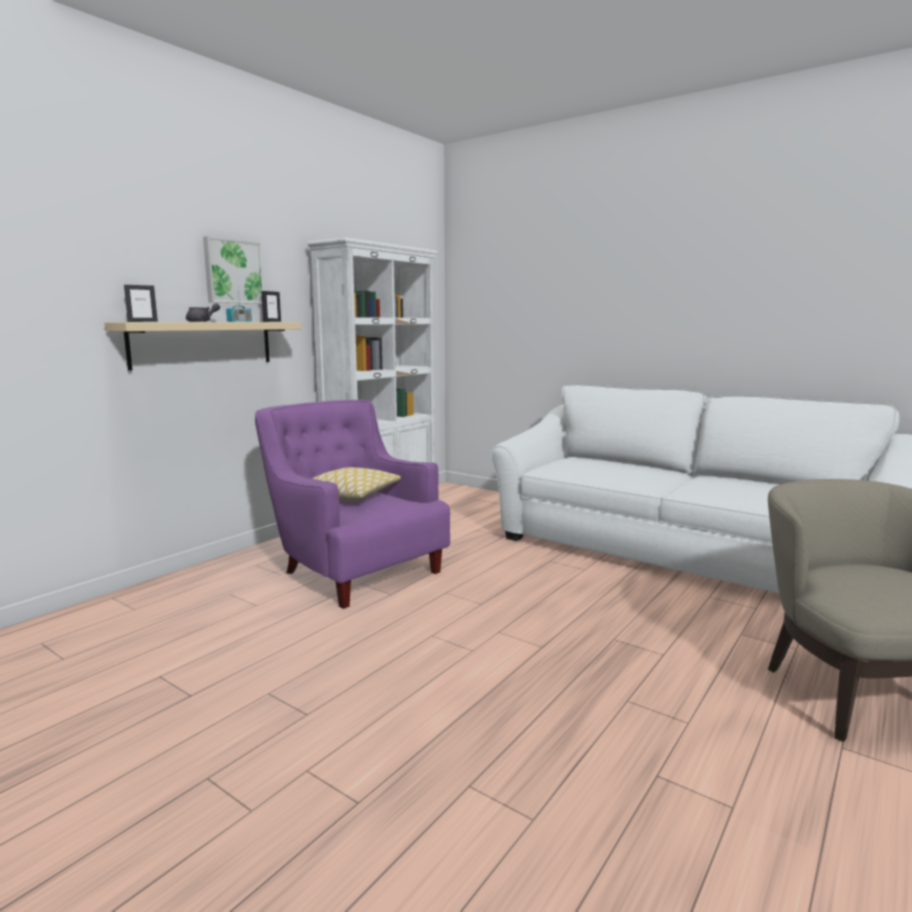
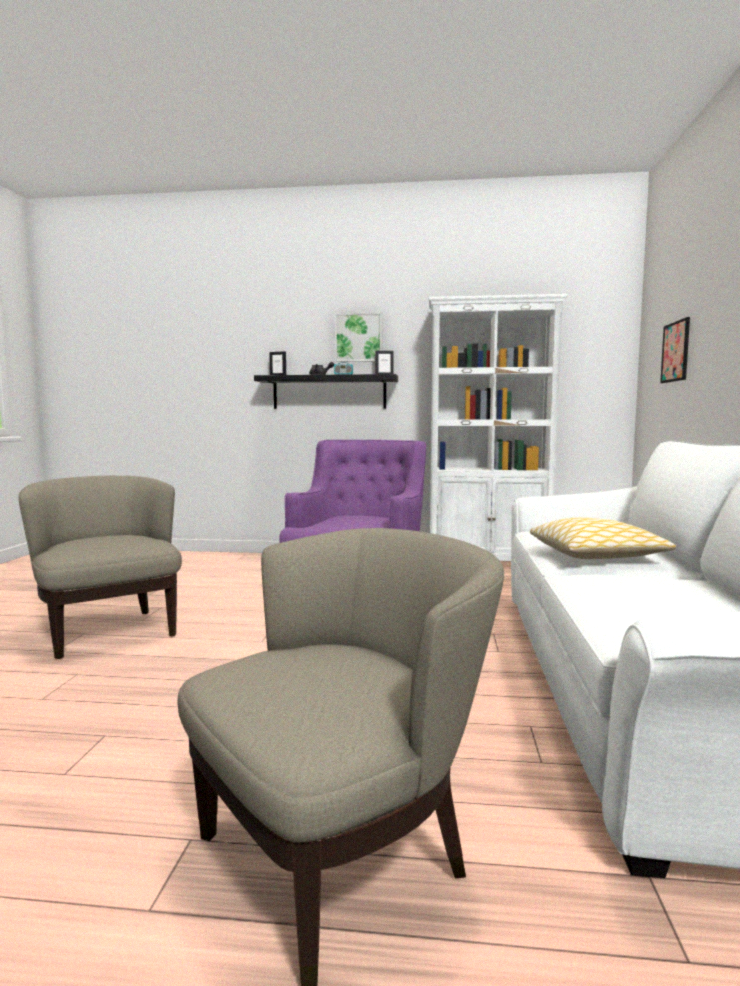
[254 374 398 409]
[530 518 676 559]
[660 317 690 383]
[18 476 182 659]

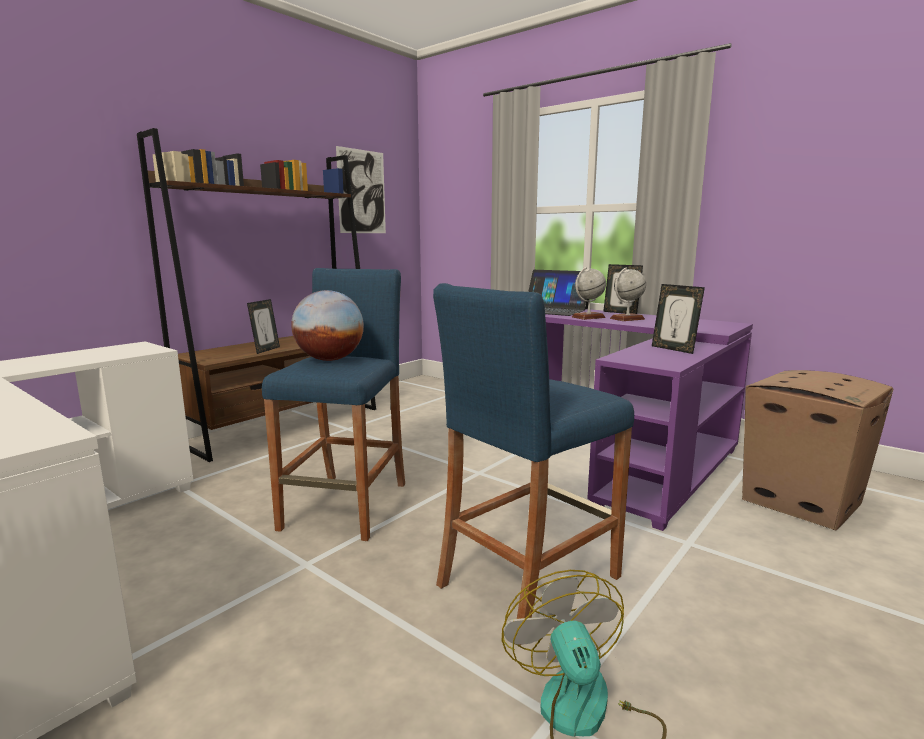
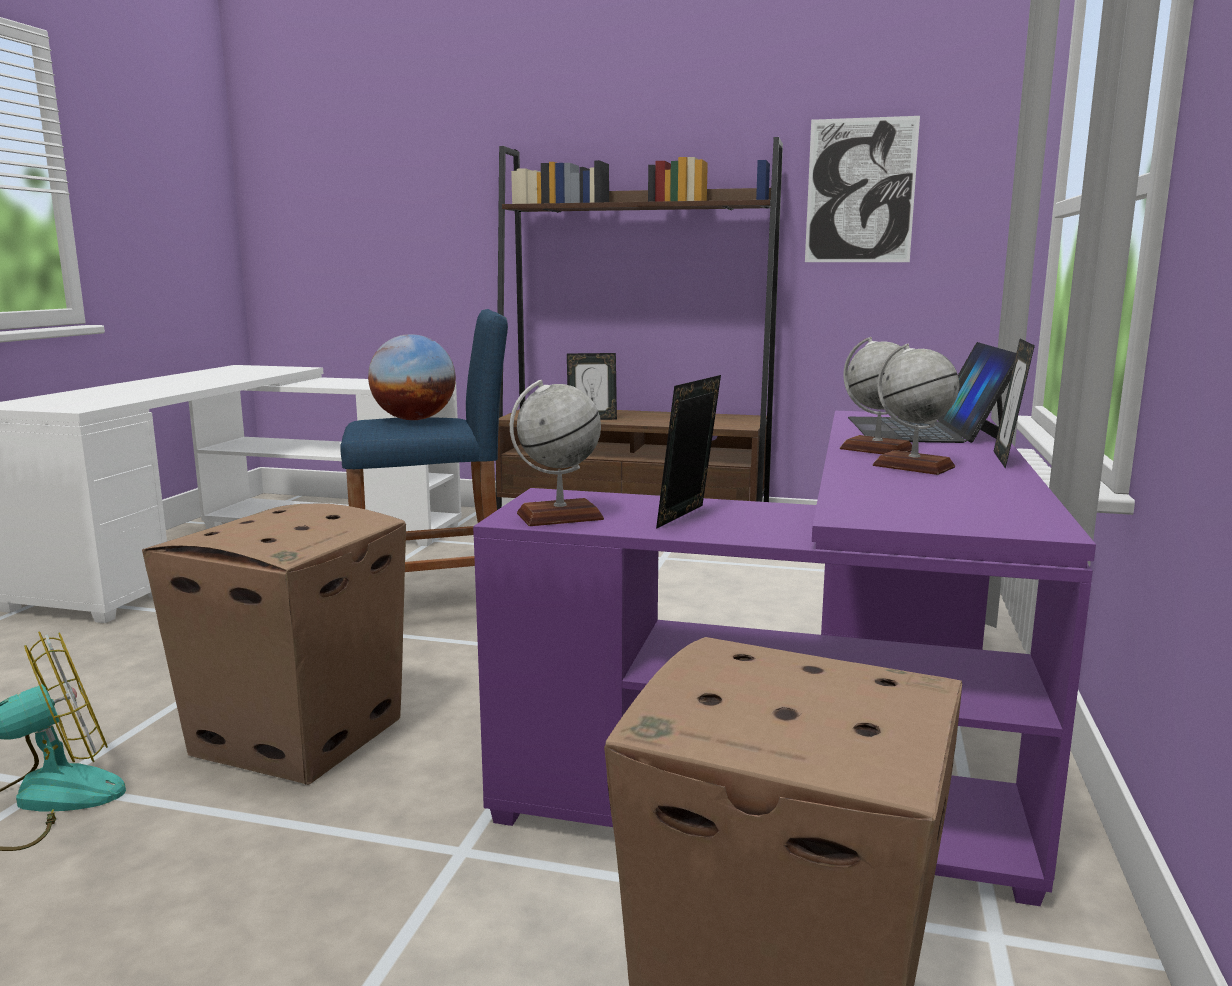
[142 504 406 785]
[510 380 604 526]

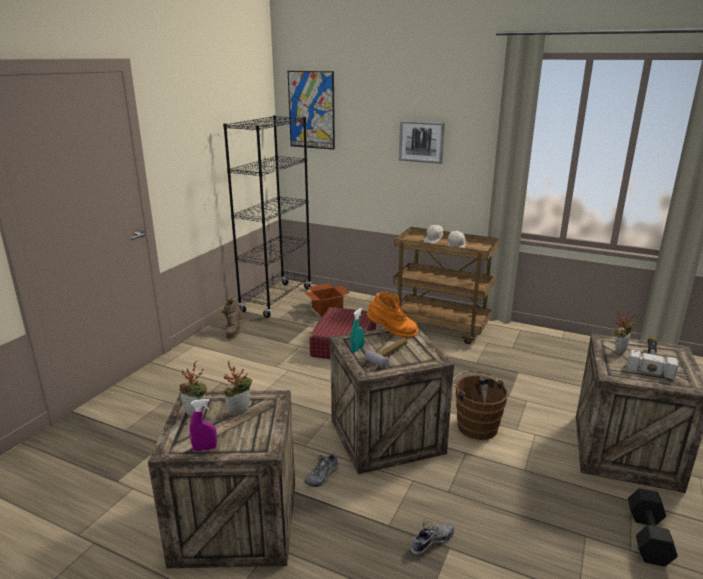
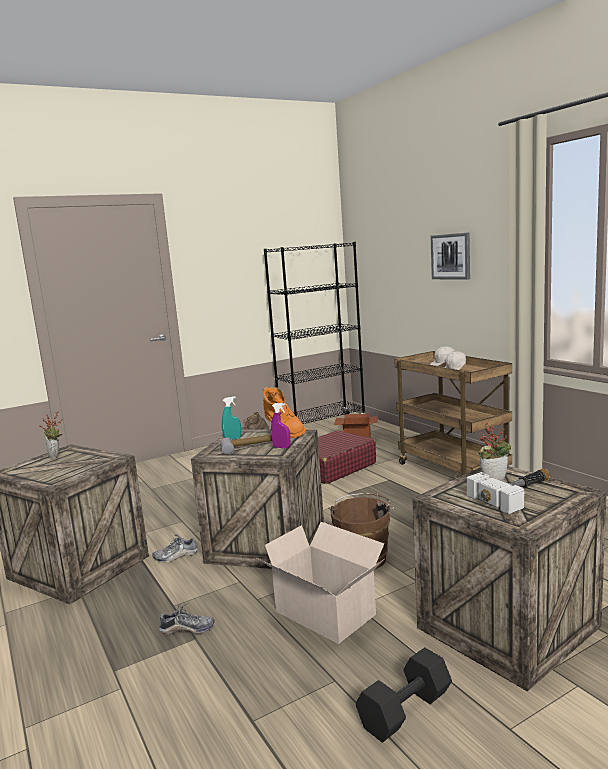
[288 71 335 150] (first image)
[223 361 252 416] (first image)
[271 403 290 448]
[256 522 384 644]

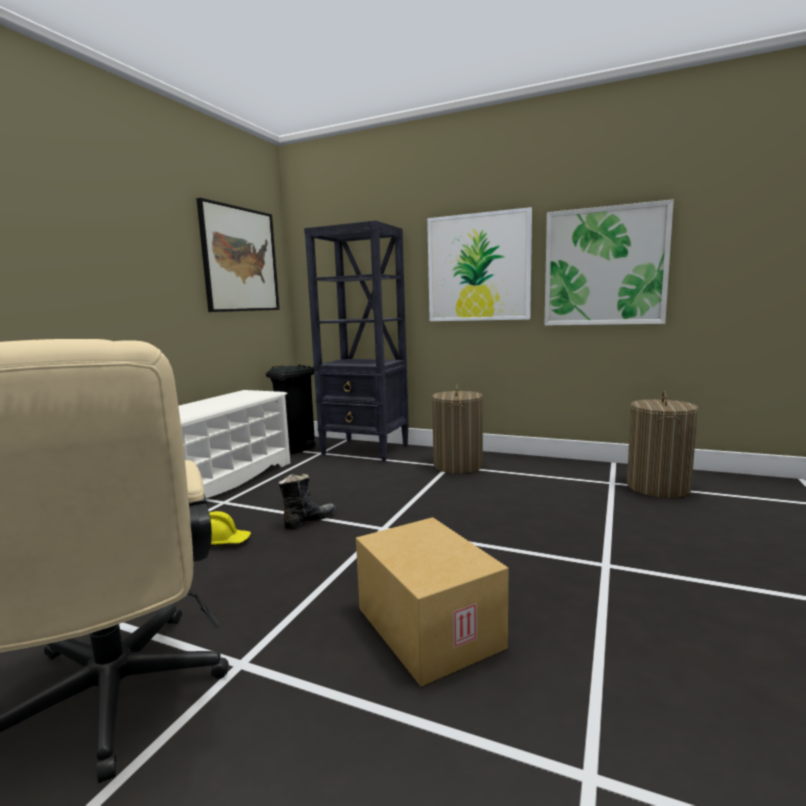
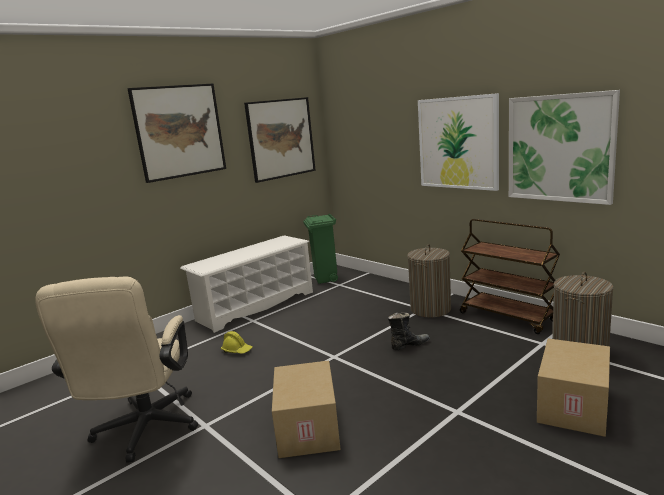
[304 220 409 461] (first image)
[303 214 338 284]
[388 313 430 350]
[127 84 226 183]
[460 219 560 334]
[537 338 610 437]

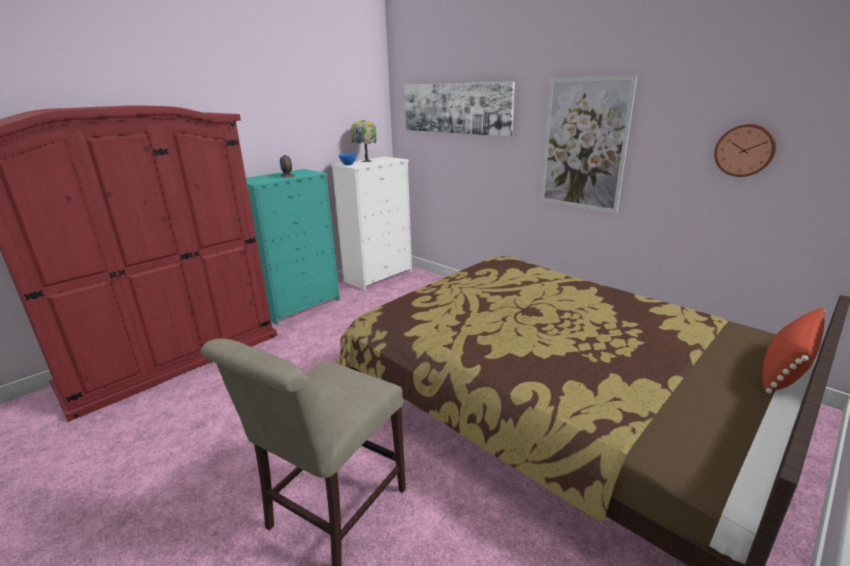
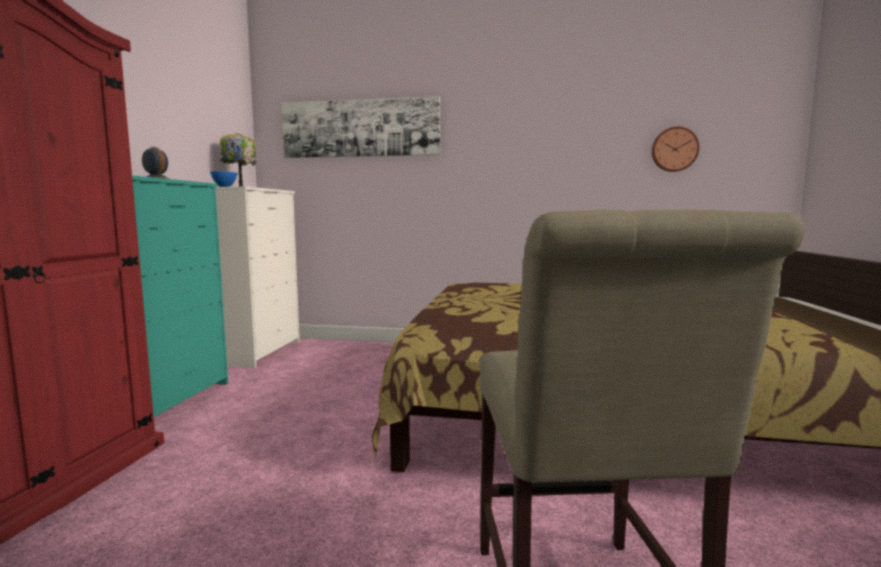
[541 75 637 213] (first image)
[762 308 826 394] (first image)

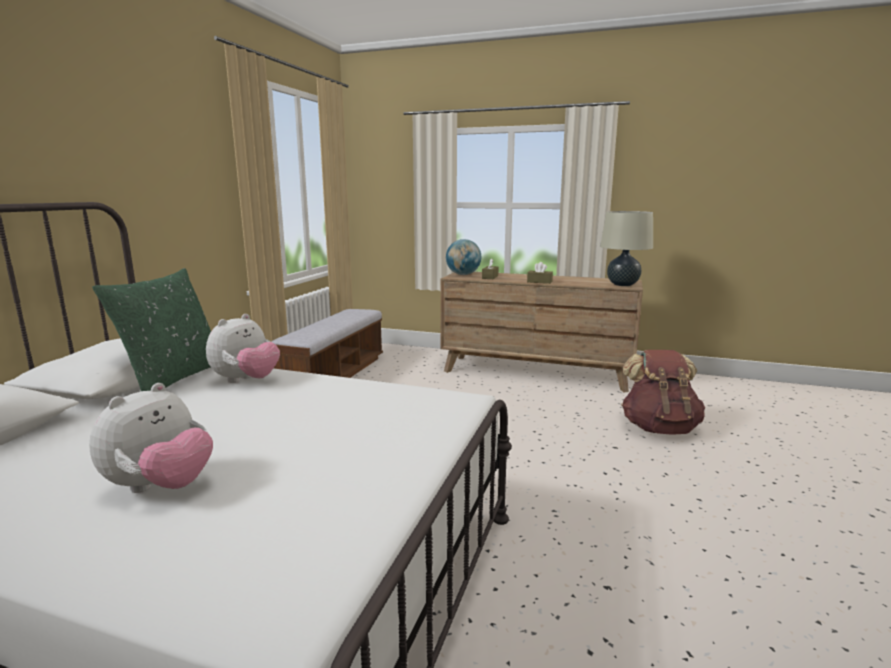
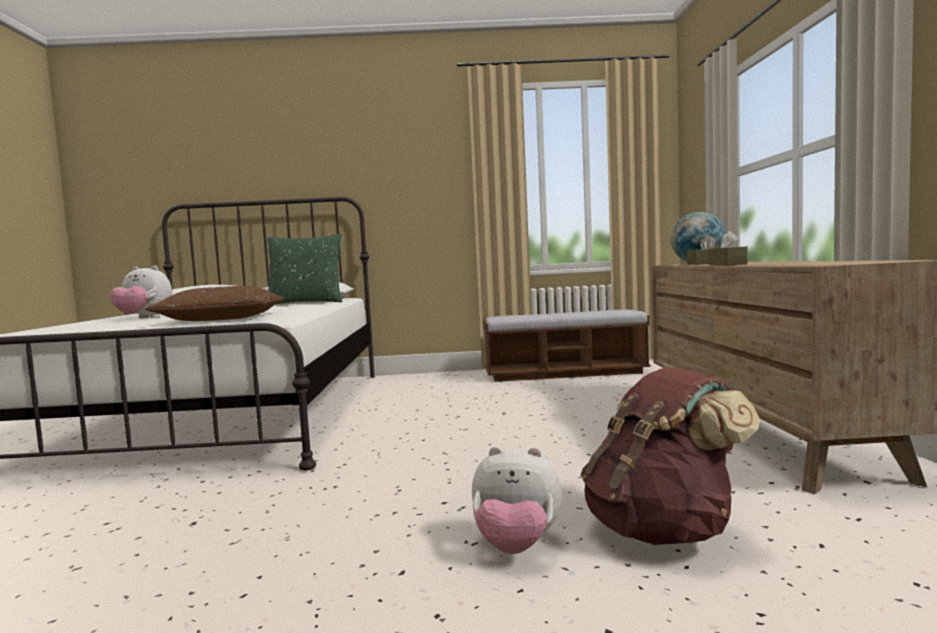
[600 211 653 286] (first image)
[472 446 562 554]
[146 286 284 321]

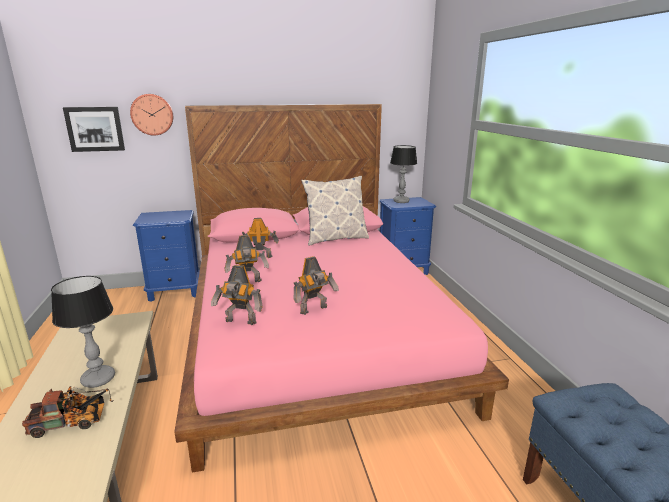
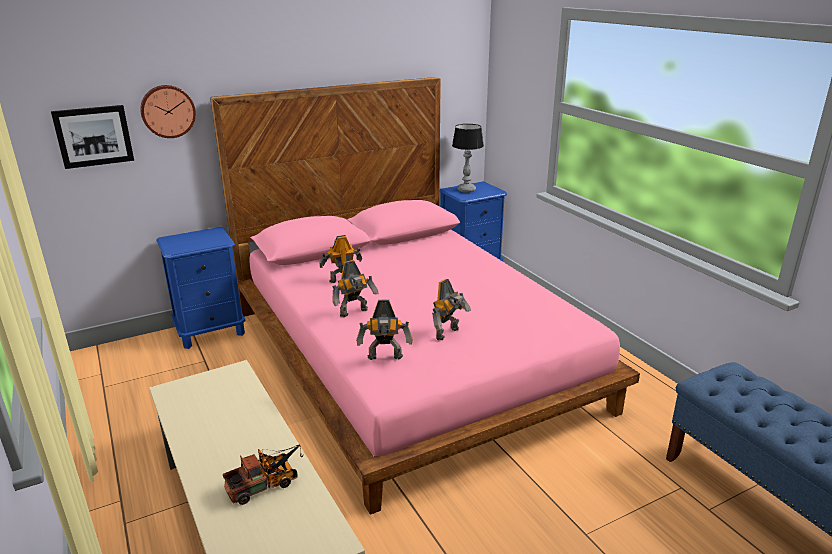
[301 176 369 245] (first image)
[51 276 115 388] (first image)

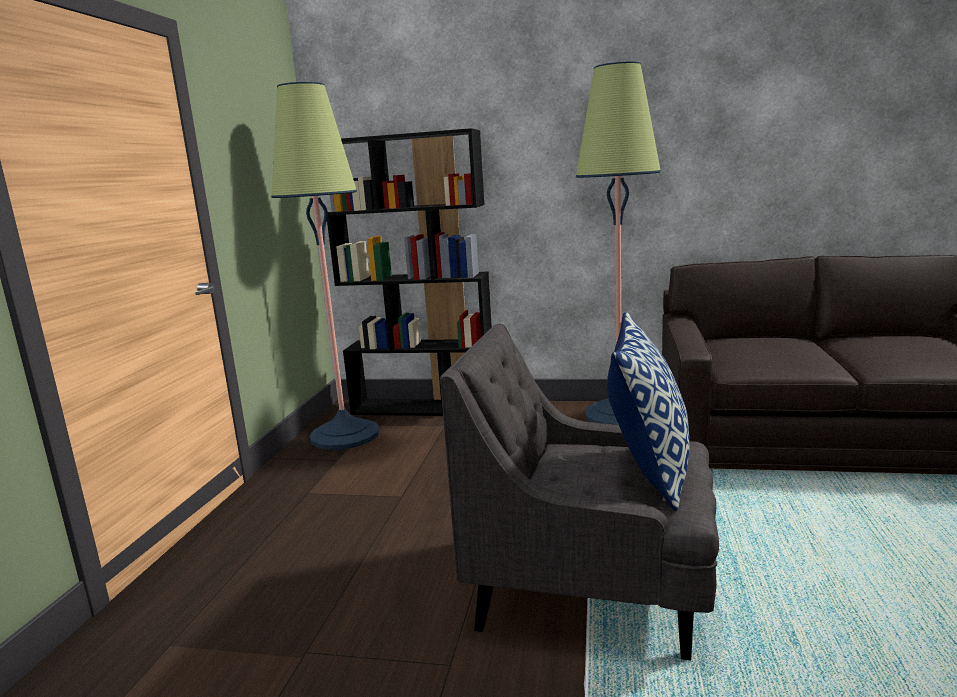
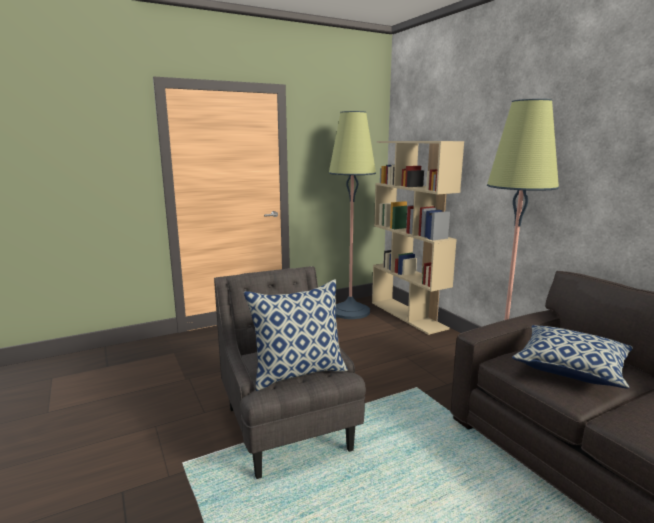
[372 141 464 335]
[512 325 633 388]

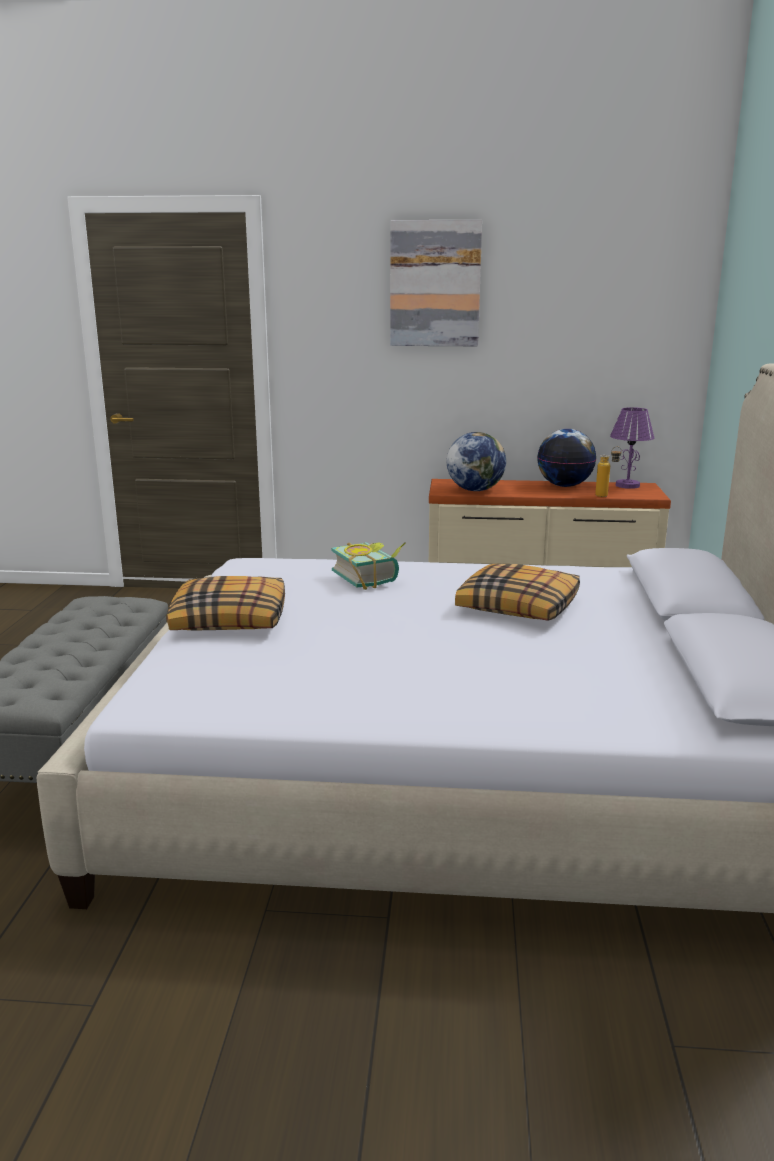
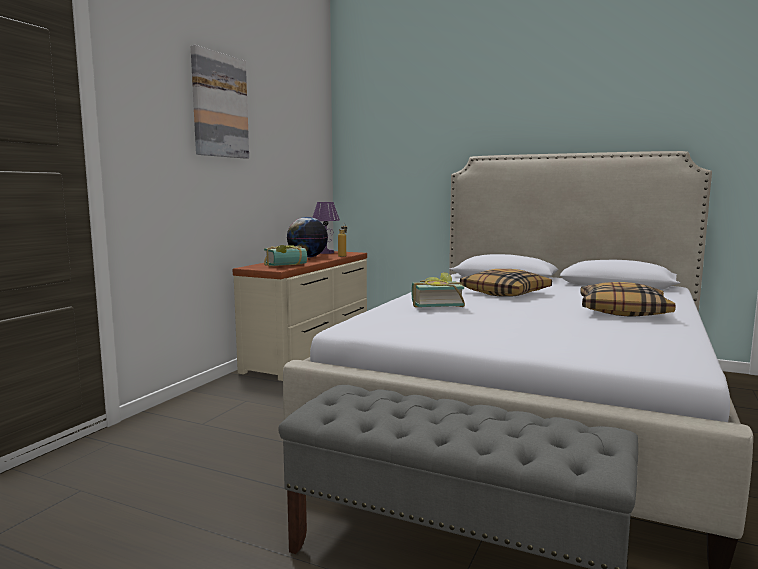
[264 245 307 266]
[580 282 675 317]

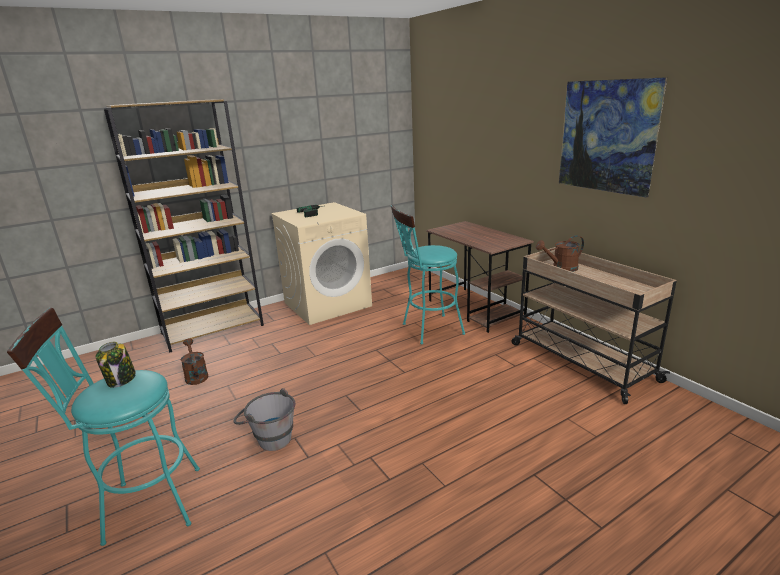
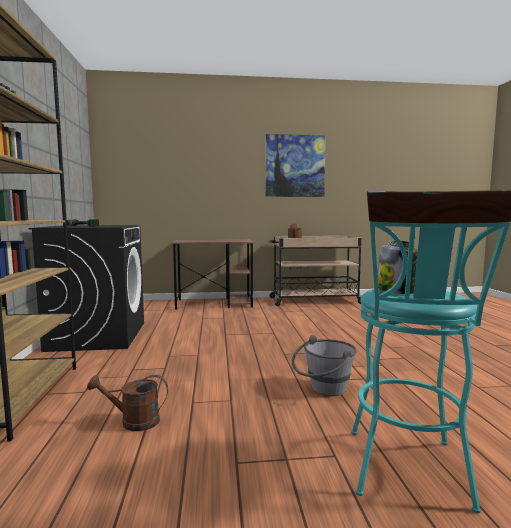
[28 225 144 352]
[391 205 465 344] (first image)

